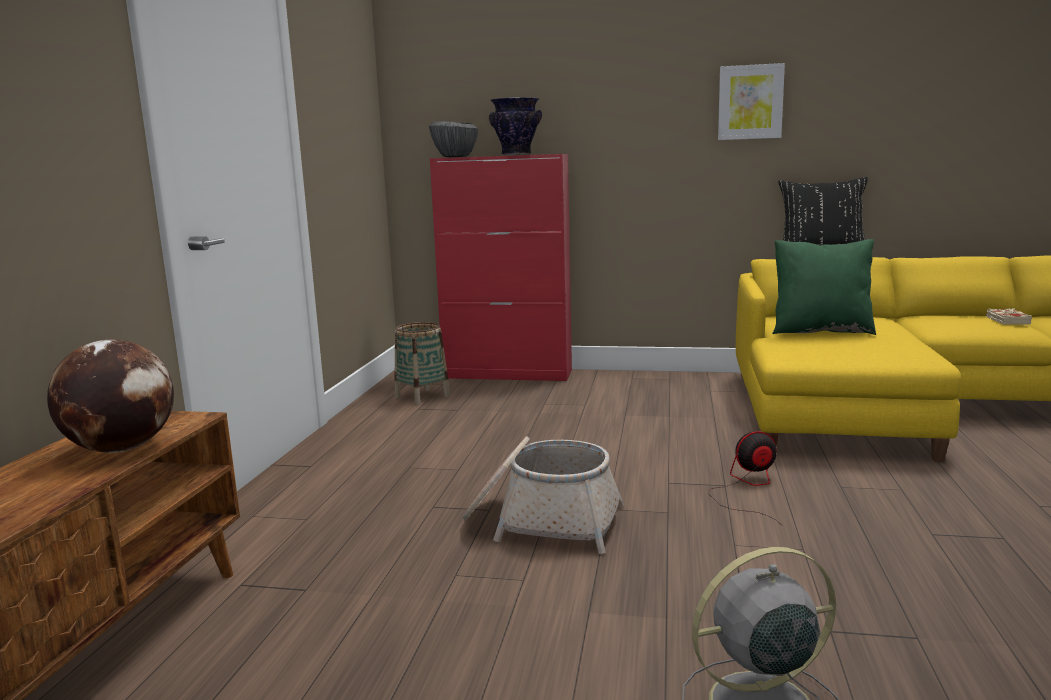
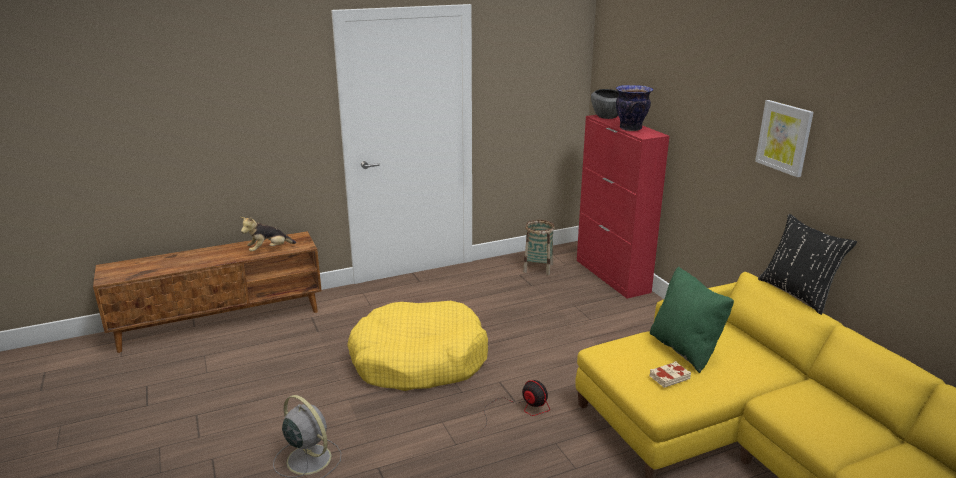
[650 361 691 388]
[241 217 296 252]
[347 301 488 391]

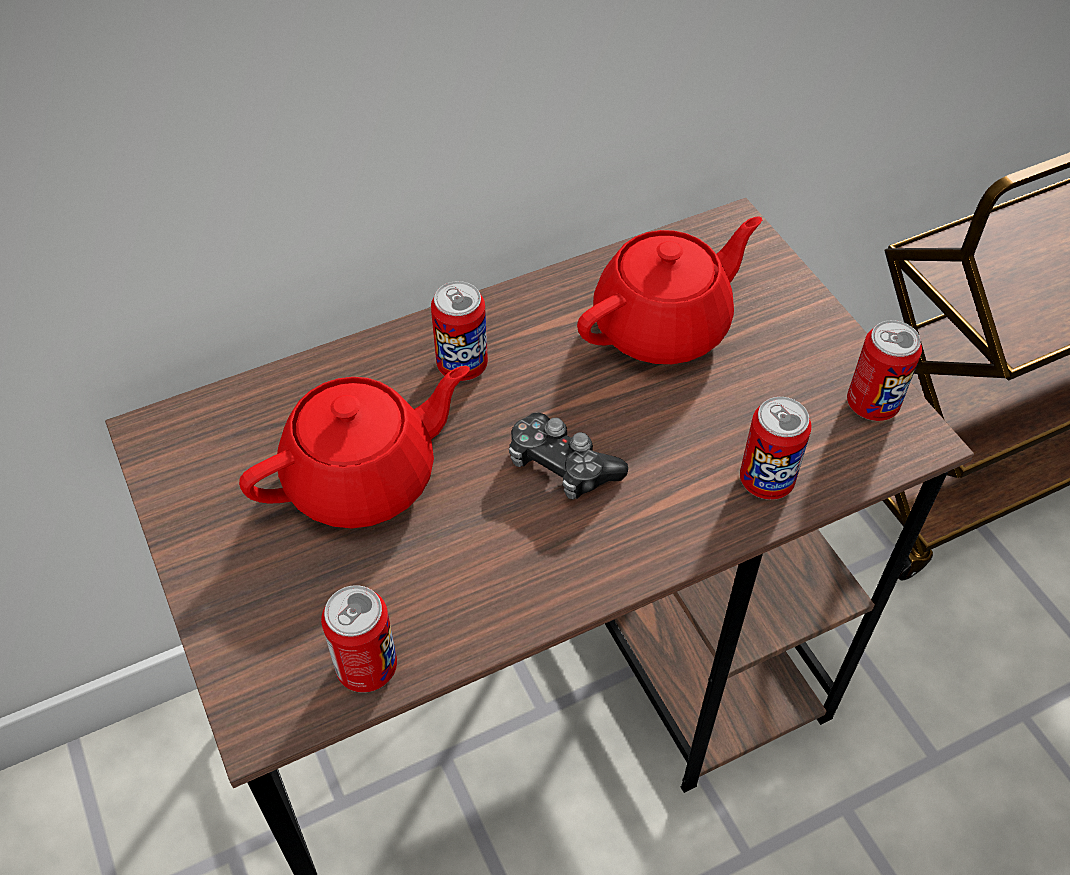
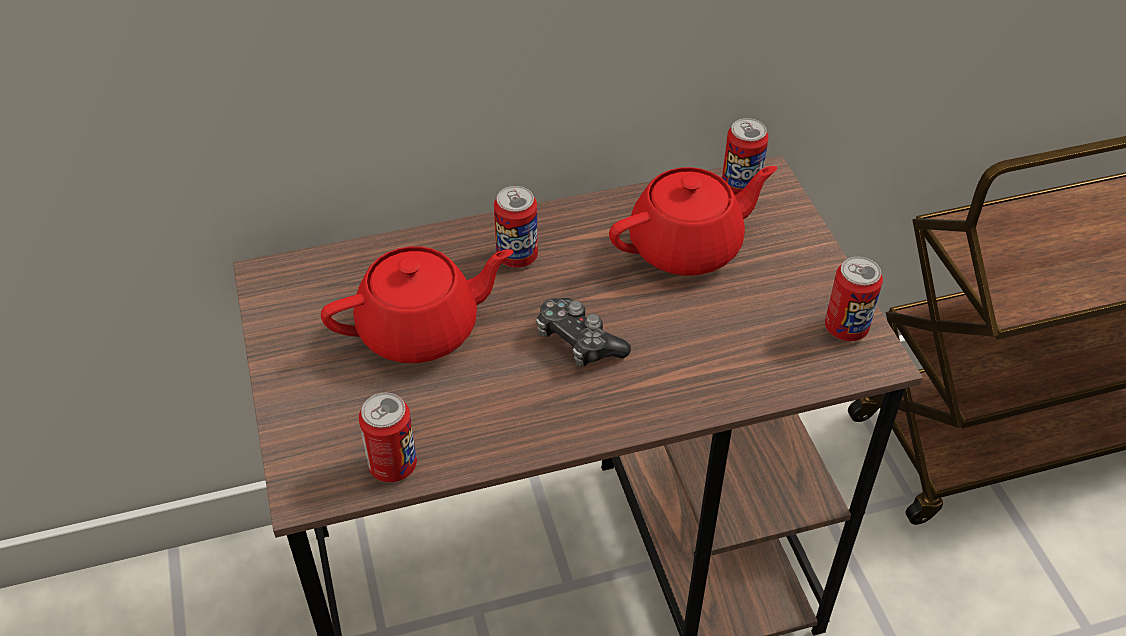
[722 118 769 195]

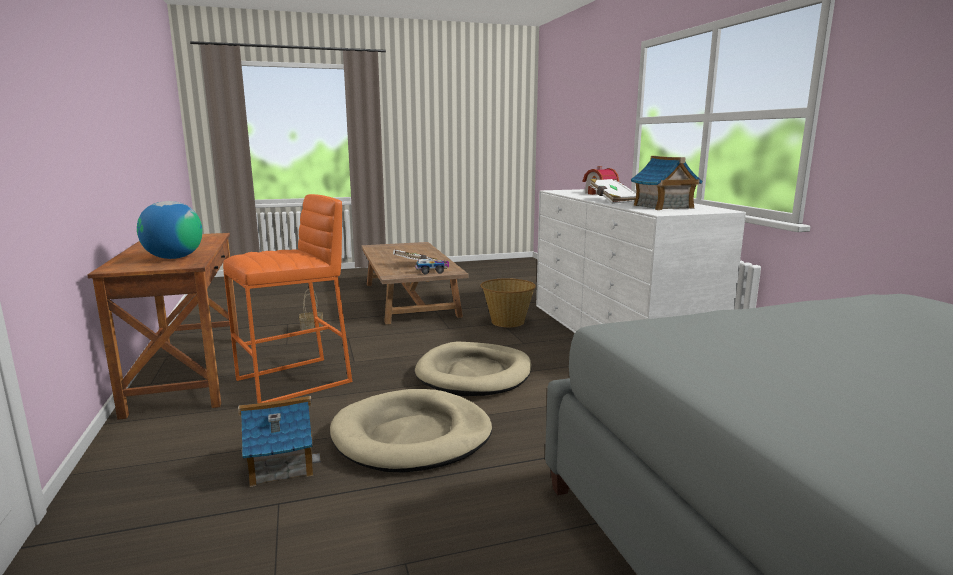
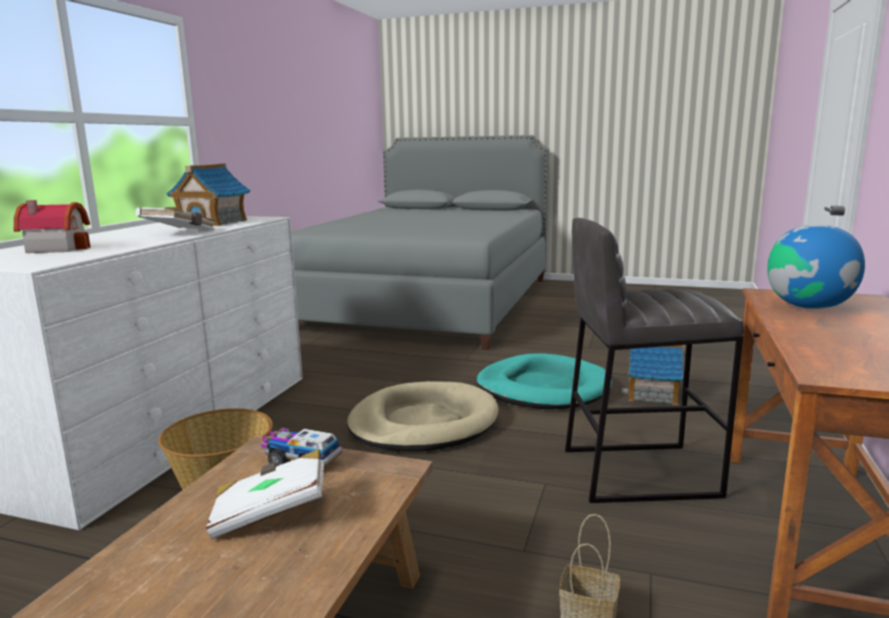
[565 218 744 503]
[476 353 612 409]

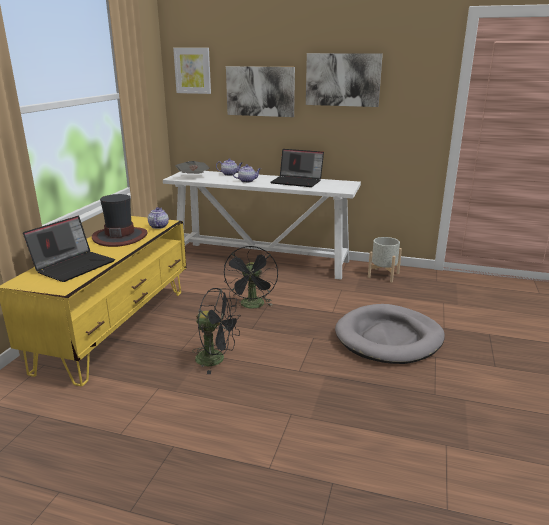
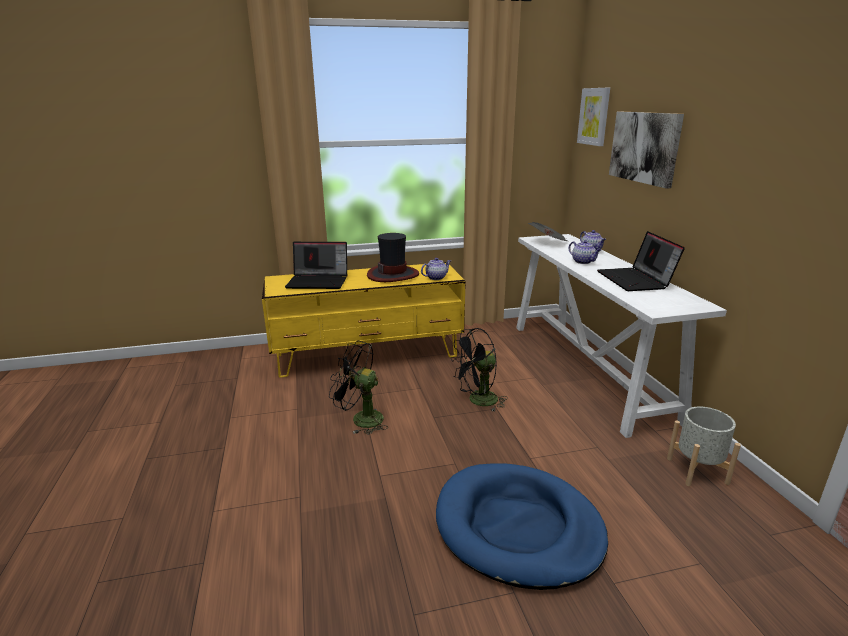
[306 53 383 107] (first image)
[329 341 388 435]
[436 463 608 590]

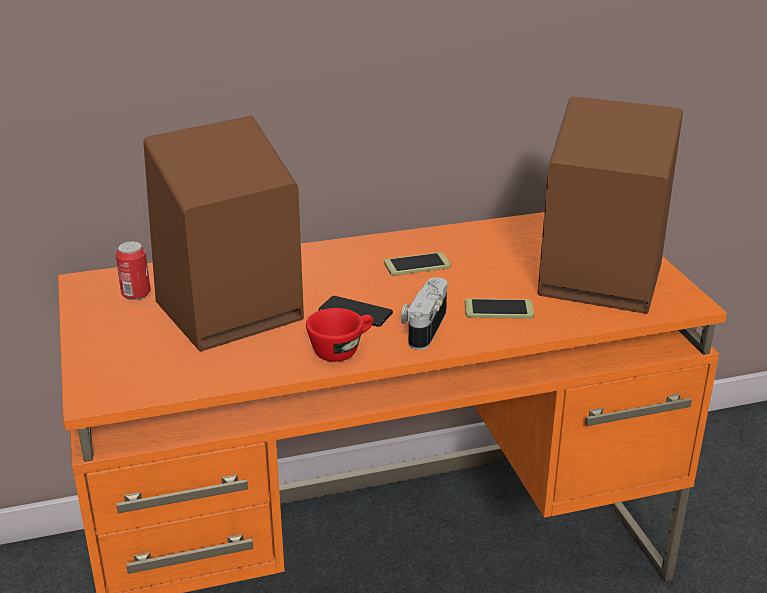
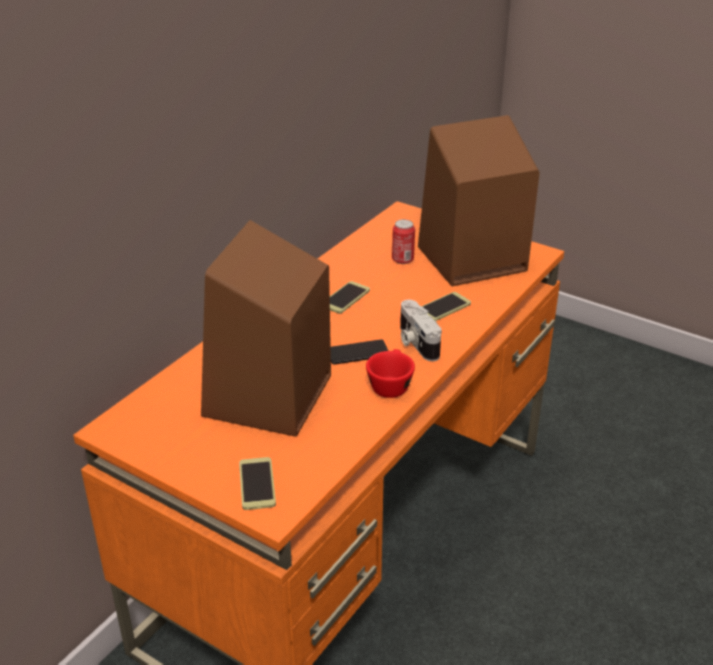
[392 219 415 264]
[239 457 276 510]

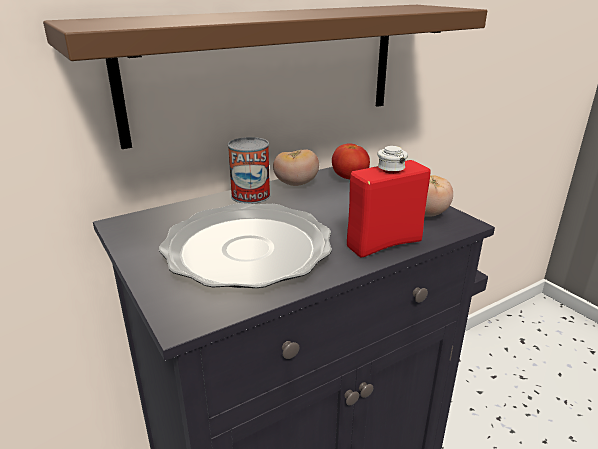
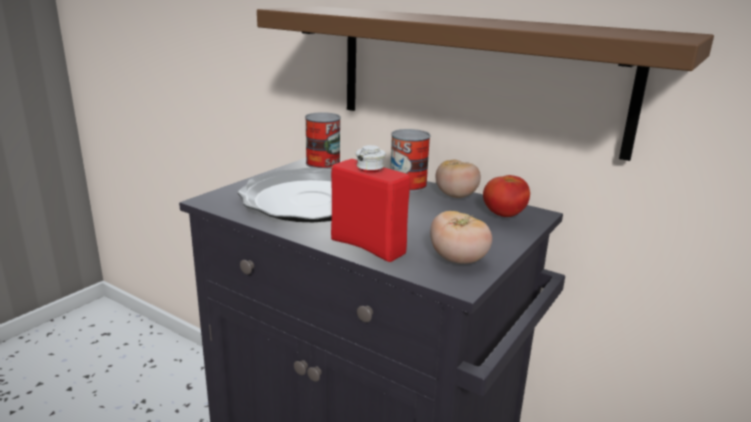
[305 112 341 169]

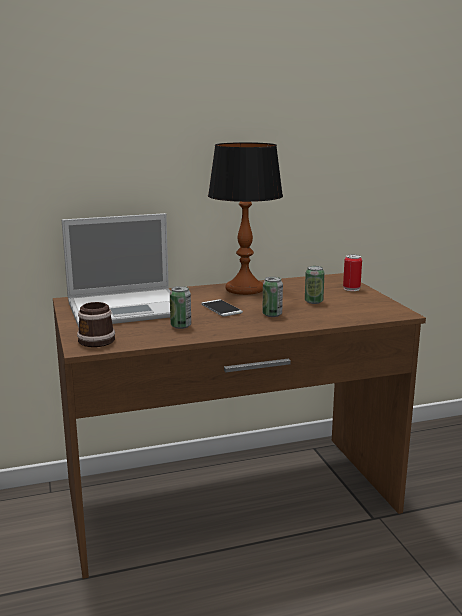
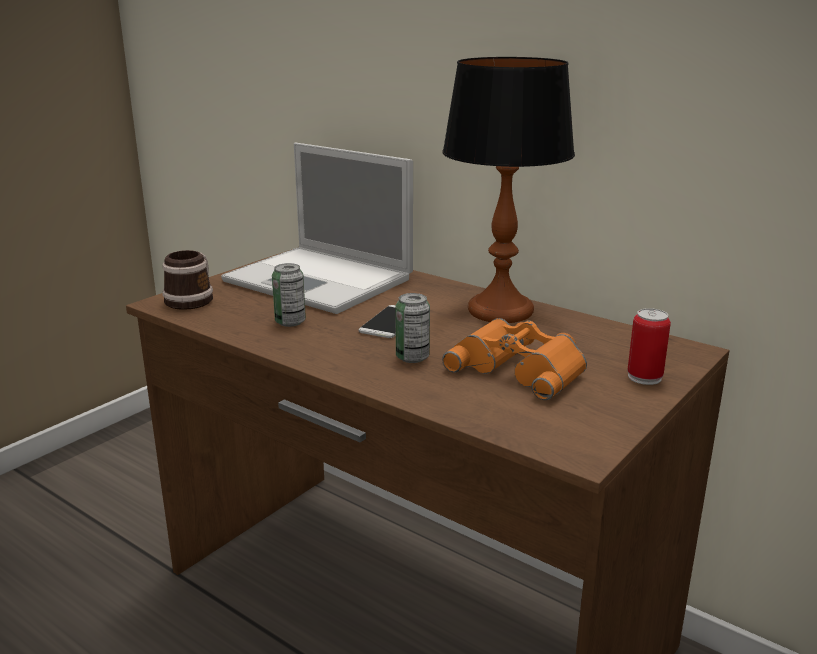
[442 318 587 400]

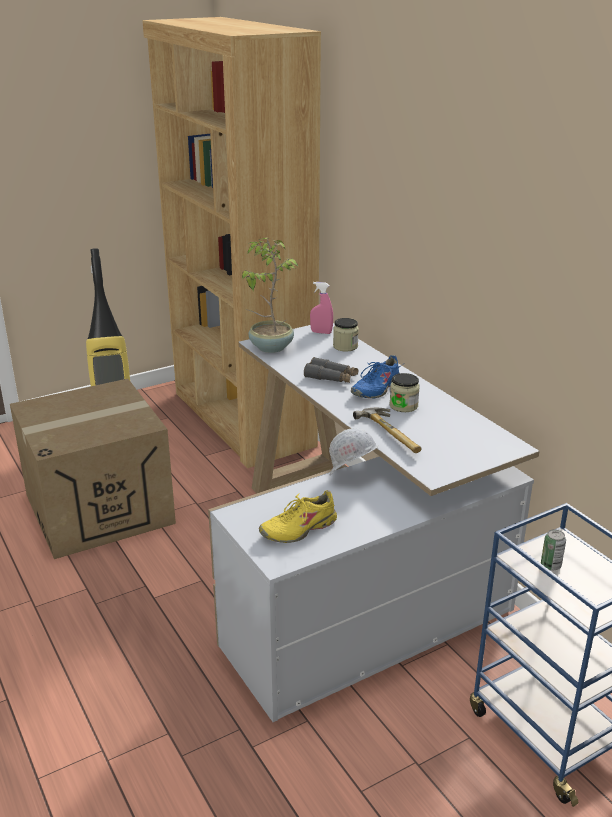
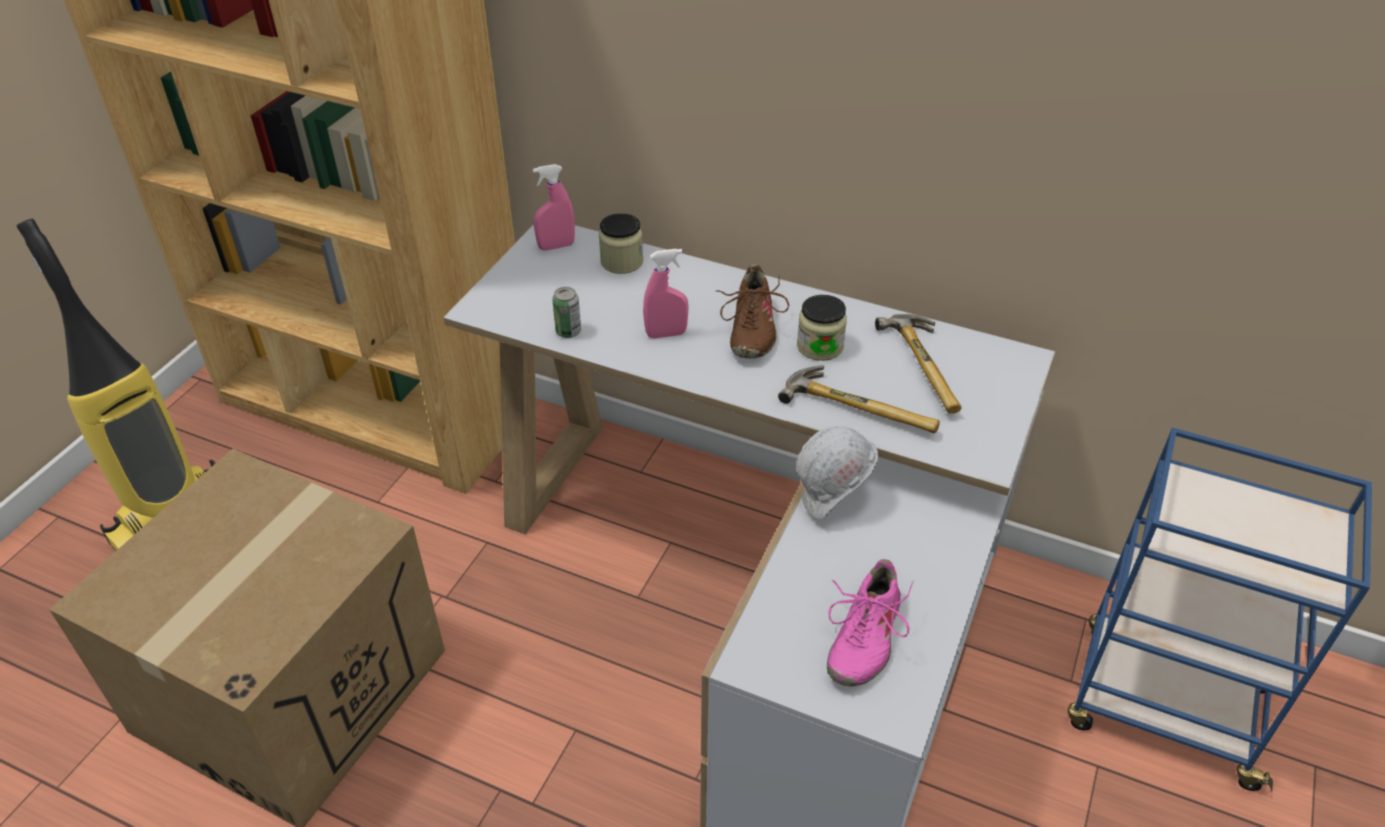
[242 238 299 353] (first image)
[716 264 789 359]
[643 249 689 339]
[827 559 914 687]
[552 287 581 338]
[875 314 962 414]

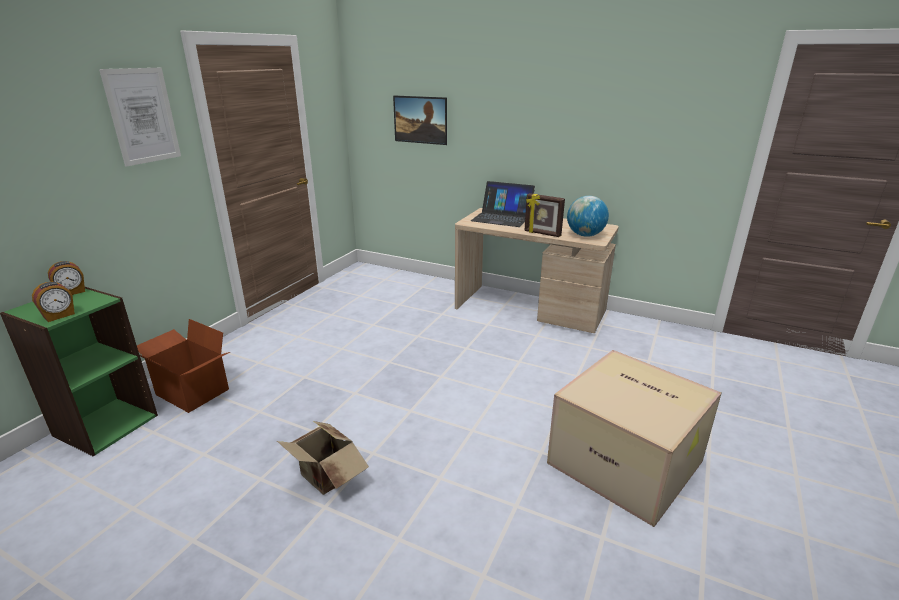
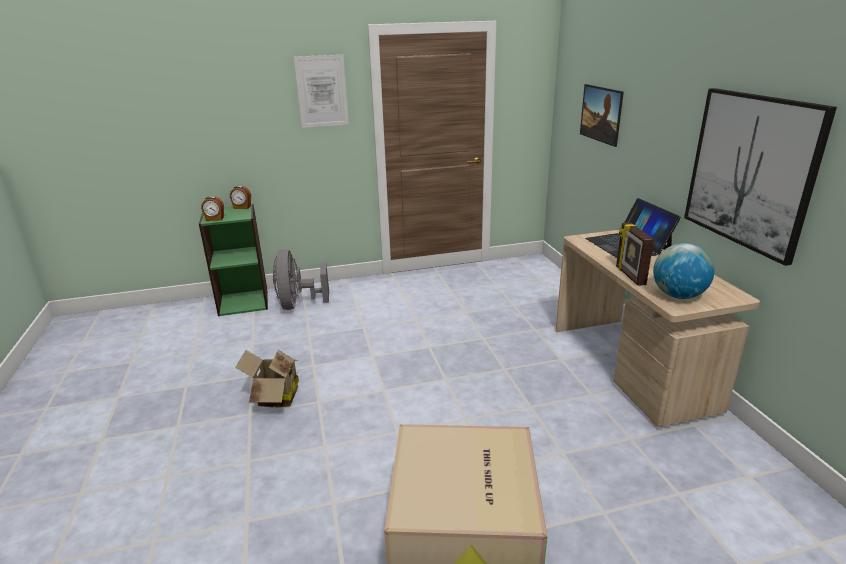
[273 249 329 310]
[684 88 837 266]

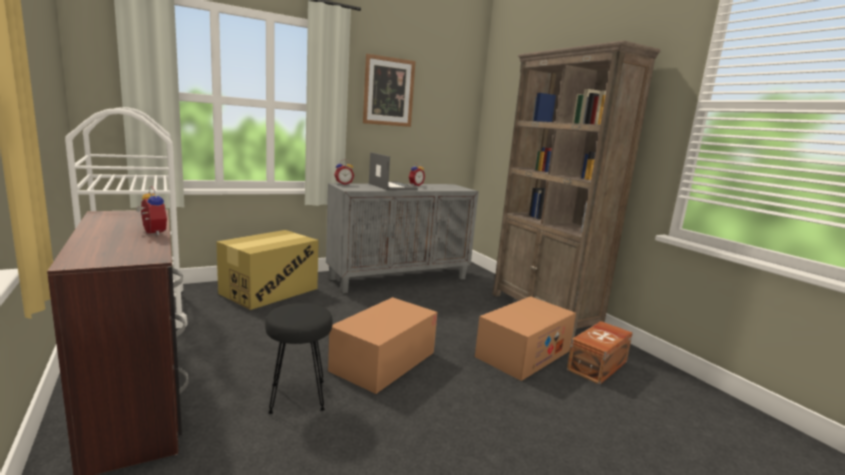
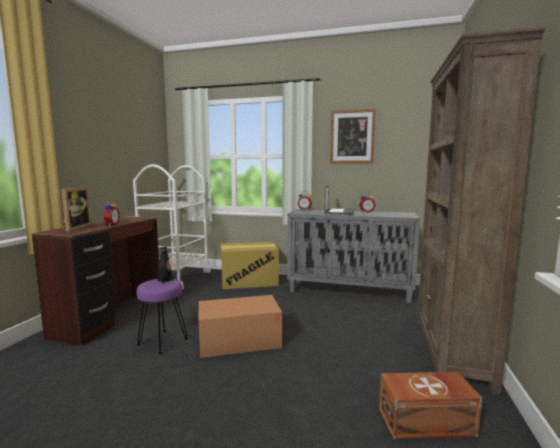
[475 296 576 381] (first image)
[137 279 188 354]
[61 187 91 231]
[157 246 173 283]

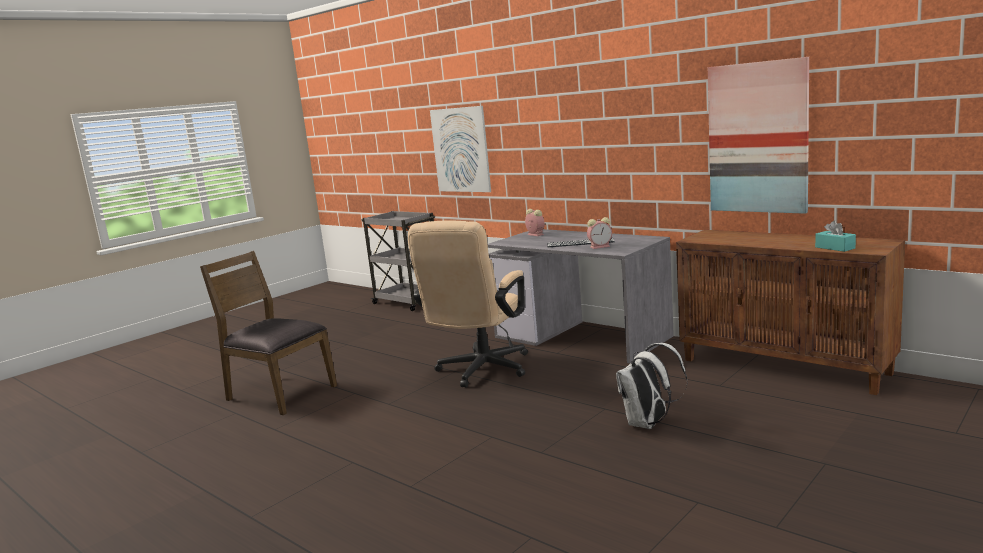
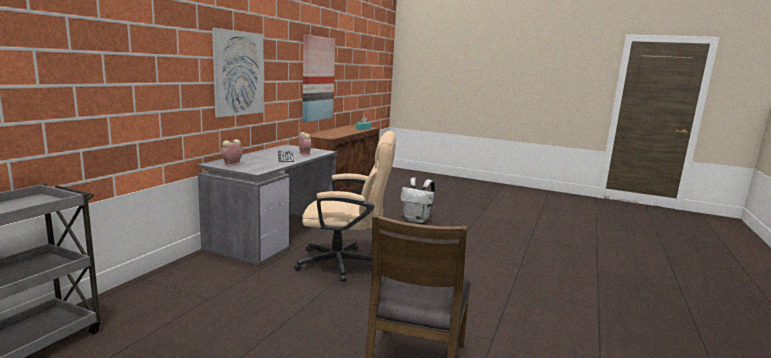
[212 28 264 118]

